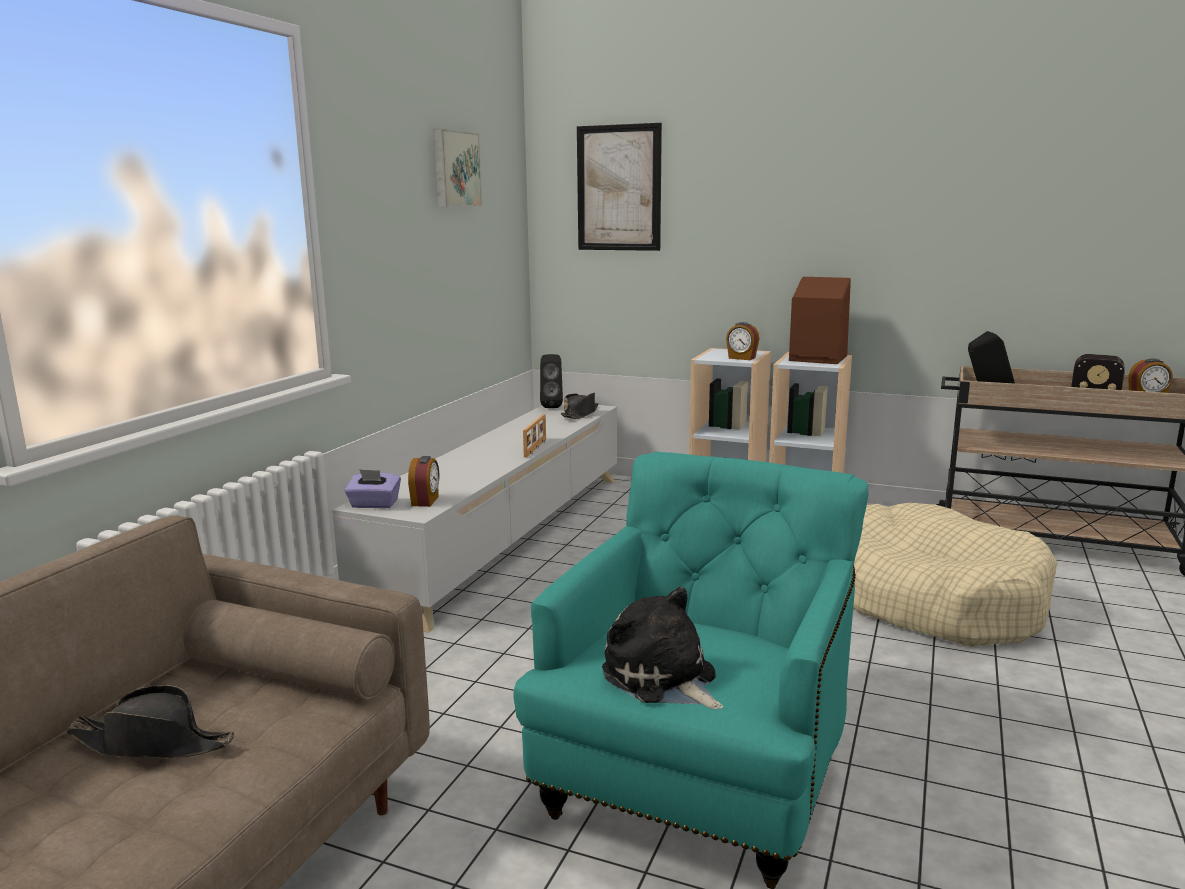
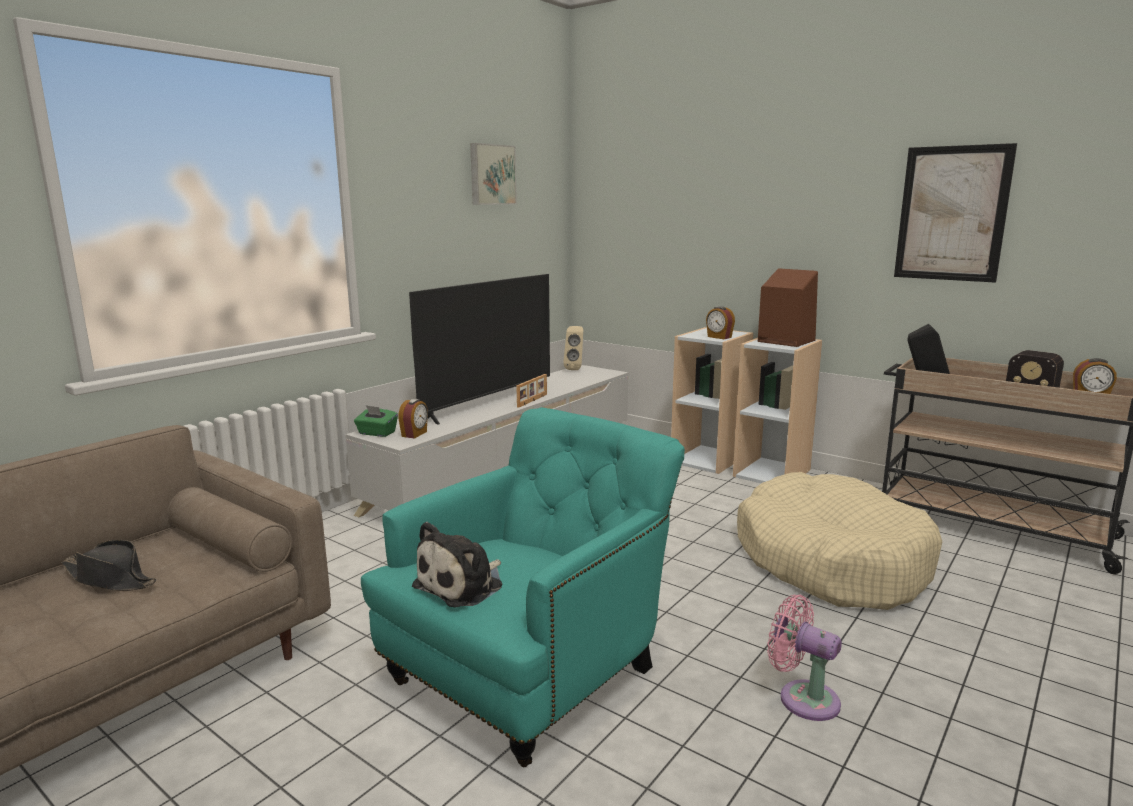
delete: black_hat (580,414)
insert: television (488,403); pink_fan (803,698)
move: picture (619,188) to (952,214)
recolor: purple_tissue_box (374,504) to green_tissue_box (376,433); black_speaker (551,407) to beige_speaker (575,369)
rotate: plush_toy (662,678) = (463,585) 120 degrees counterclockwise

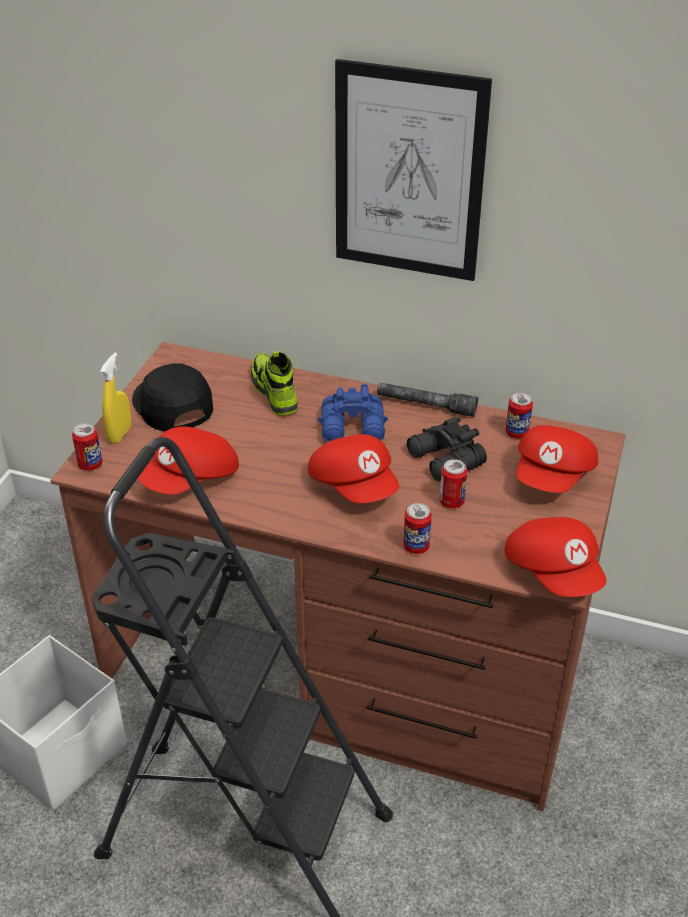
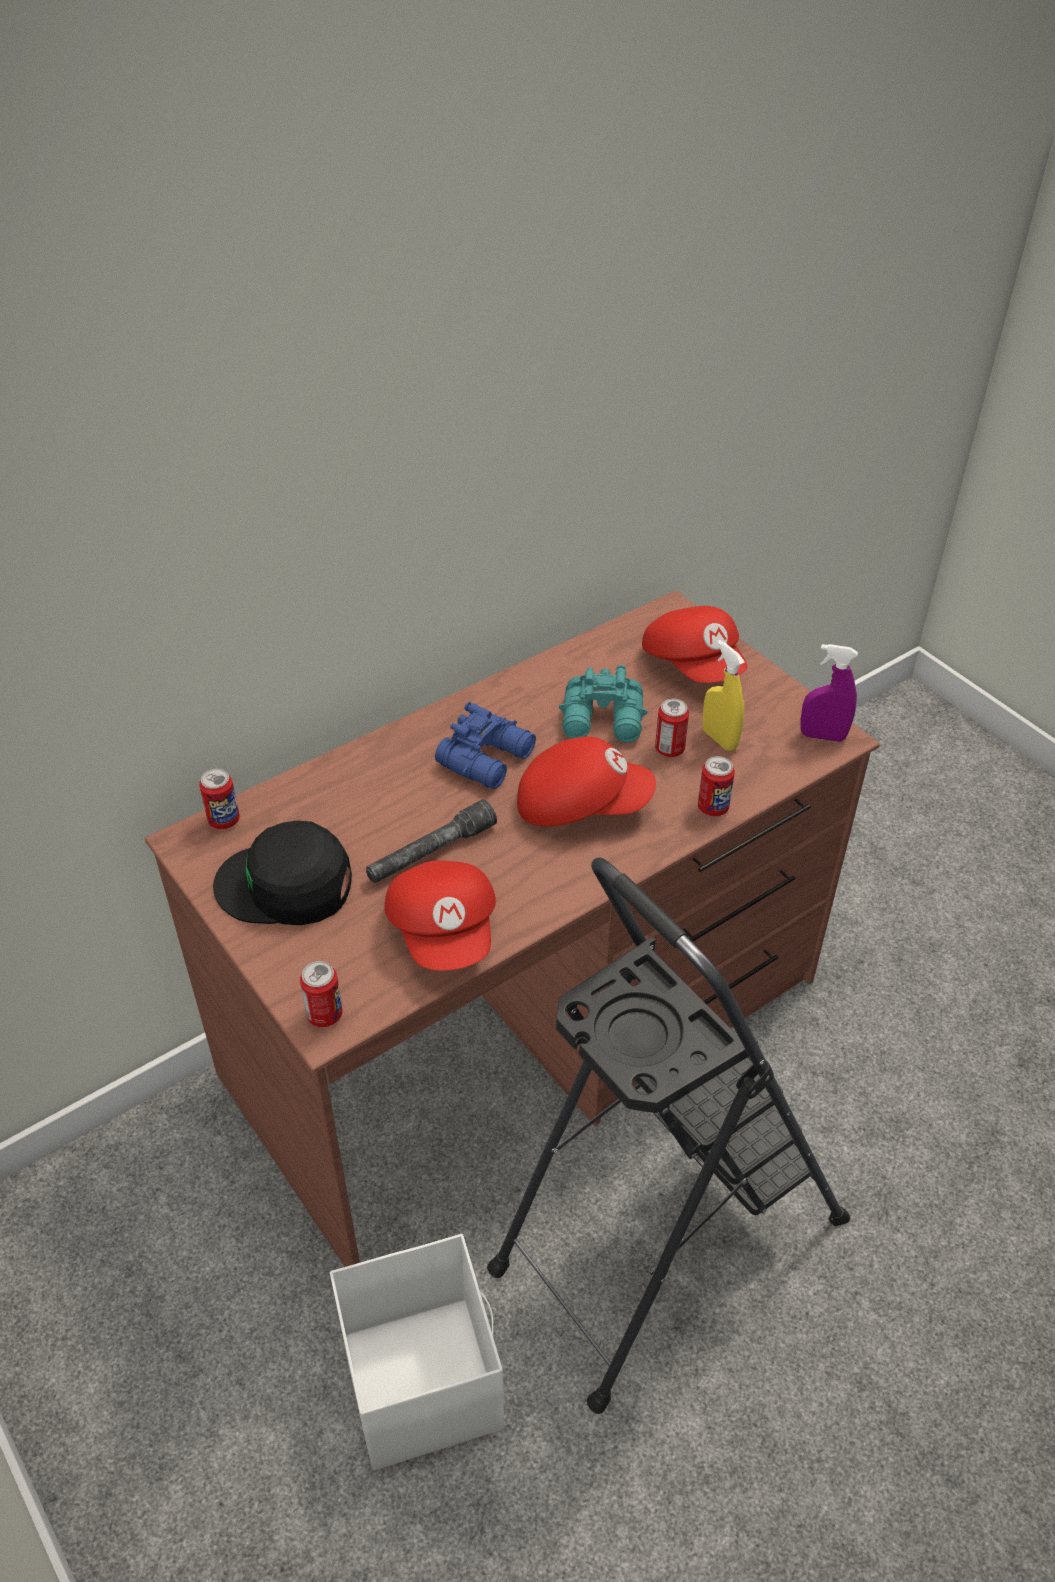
delete: shoe (274,392); picture (409,173)
move: yellow_spray_bottle (120,434) to (719,739); grey_flashlight (426,405) to (431,852); can (516,433) to (224,820)
replace: red_cap (554,572) to purple_spray_bottle (822,736)
recolor: black_binoculars (444,461) to turquoise_binoculars (604,721)

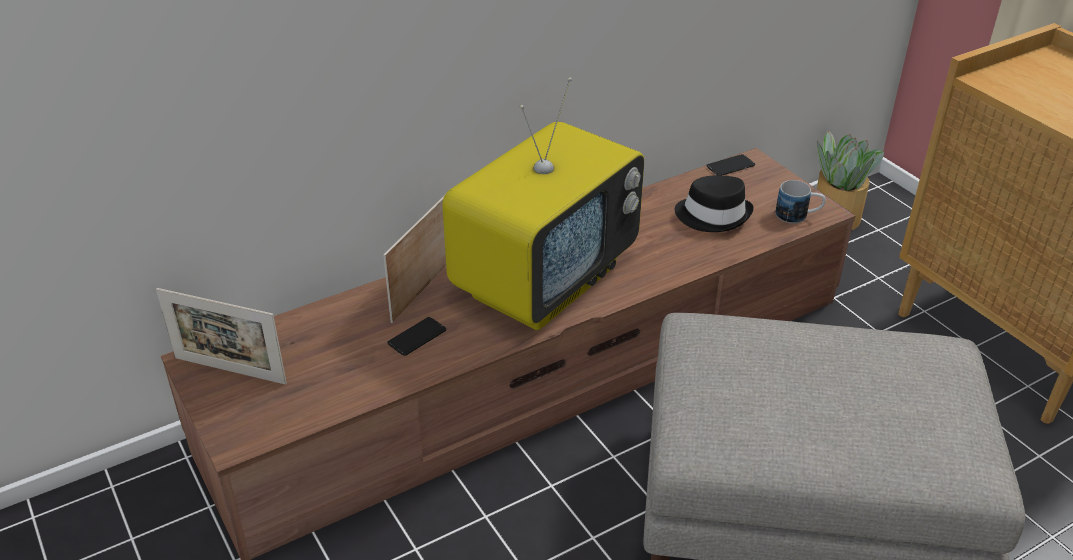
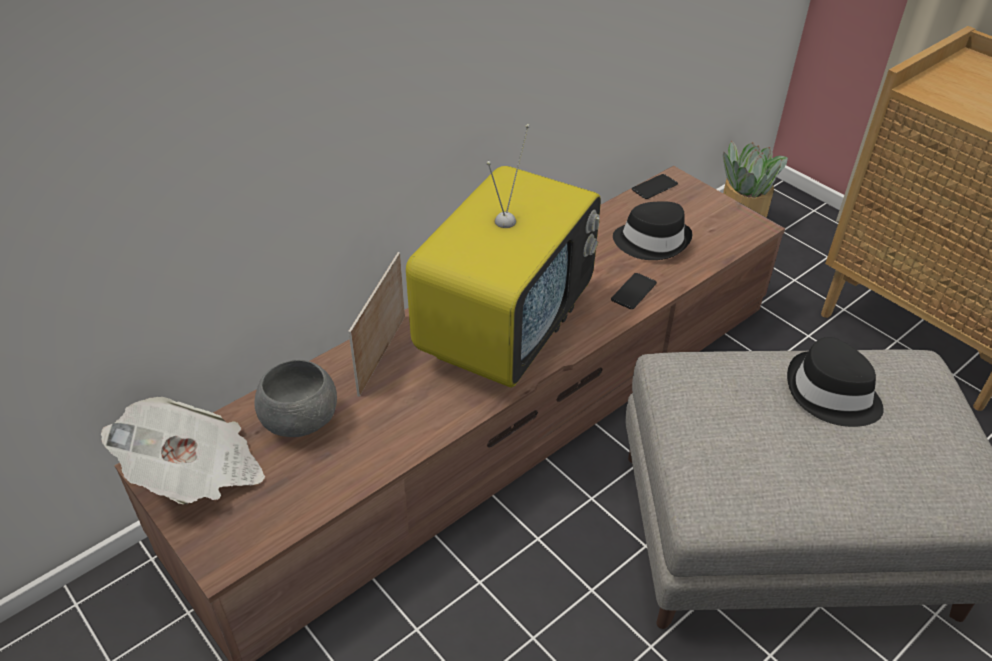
delete: mug (798,216)
insert: grey_bowl (301,423); black_hat (831,394)
move: phone (417,337) to (633,292)
replace: picture_frame (230,370) to newspaper (196,474)

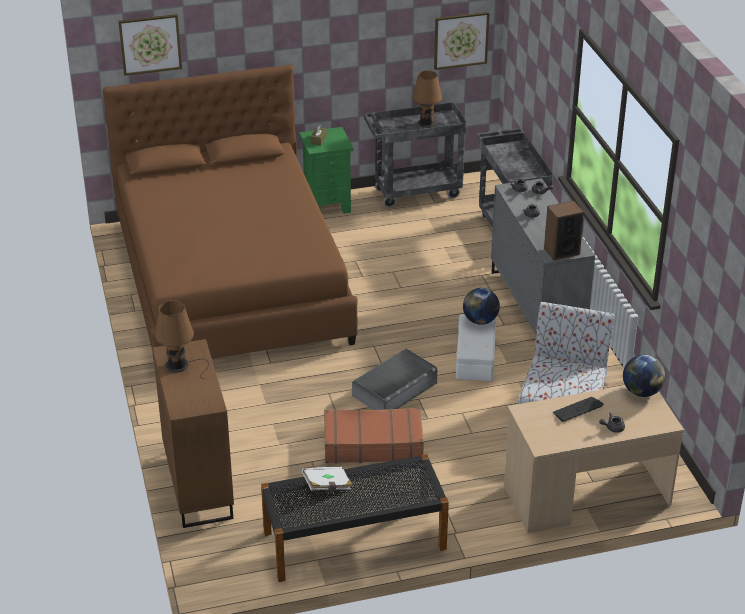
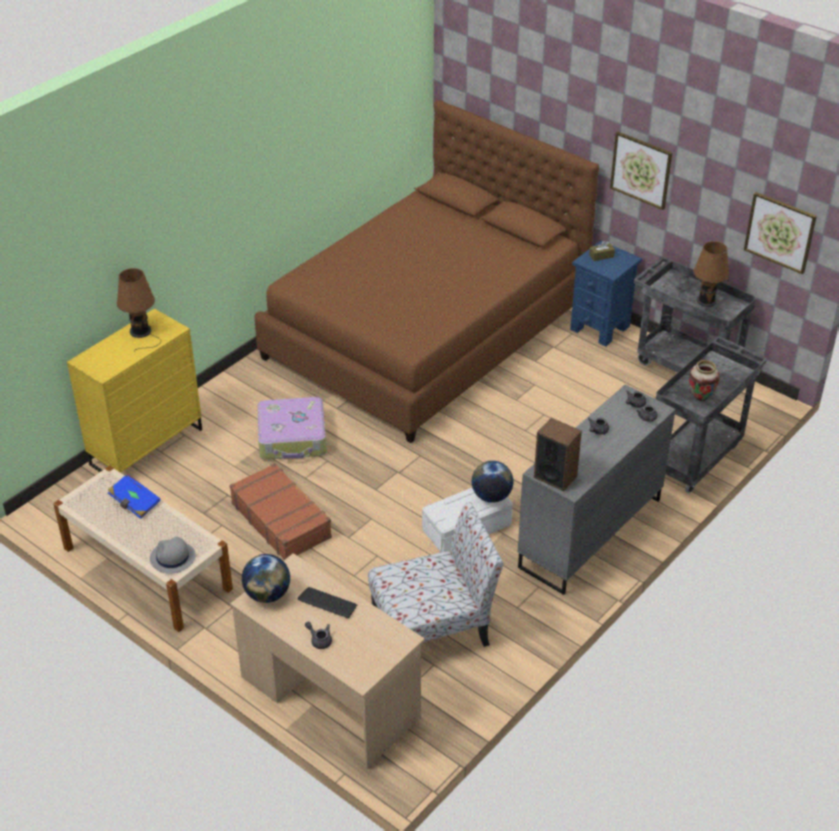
delete: grey_storage_box (395,389)
insert: grey_hat (172,558); suitcase (293,438); vase (700,398)
move: picture (150,44) to (641,170); globe (641,392) to (267,594)
recolor: brown_dresser (197,484) to yellow_dresser (146,446); black_bench (354,541) to beige_bench (146,569); green_nightstand (328,205) to blue_nightstand (600,328); white_book (327,486) to blue_book (134,503)

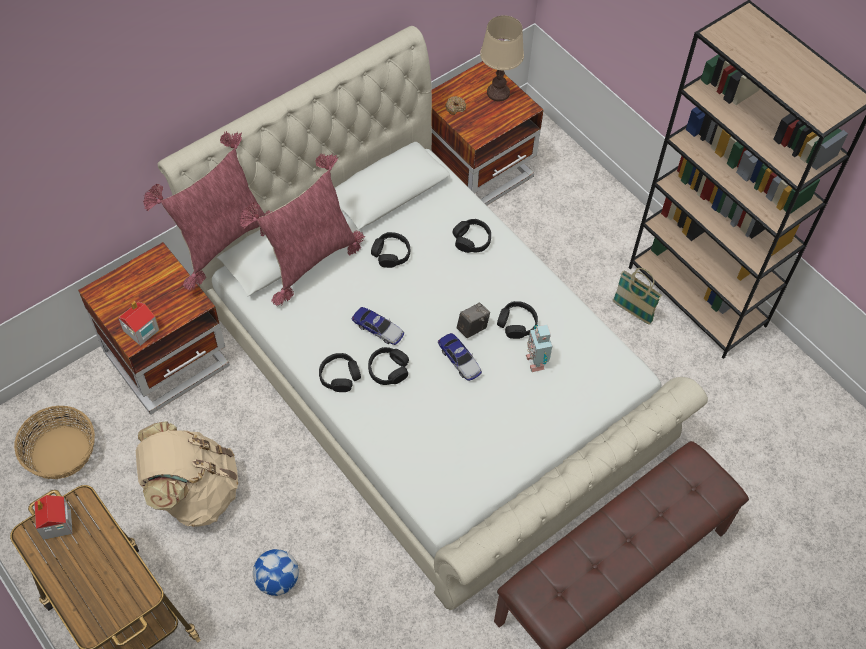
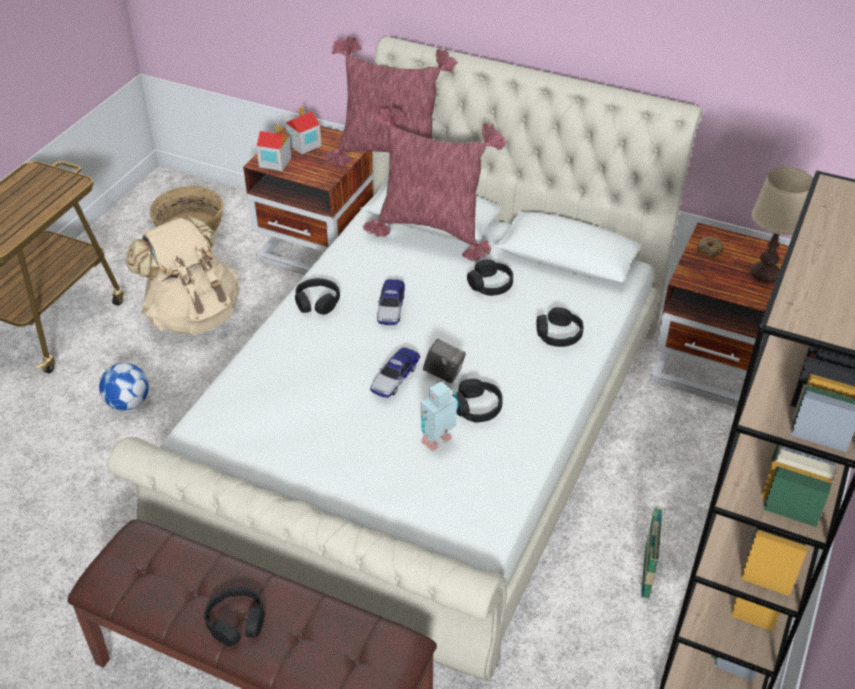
move: toy_house (57,524) to (304,145); black_headphones (388,370) to (236,621)

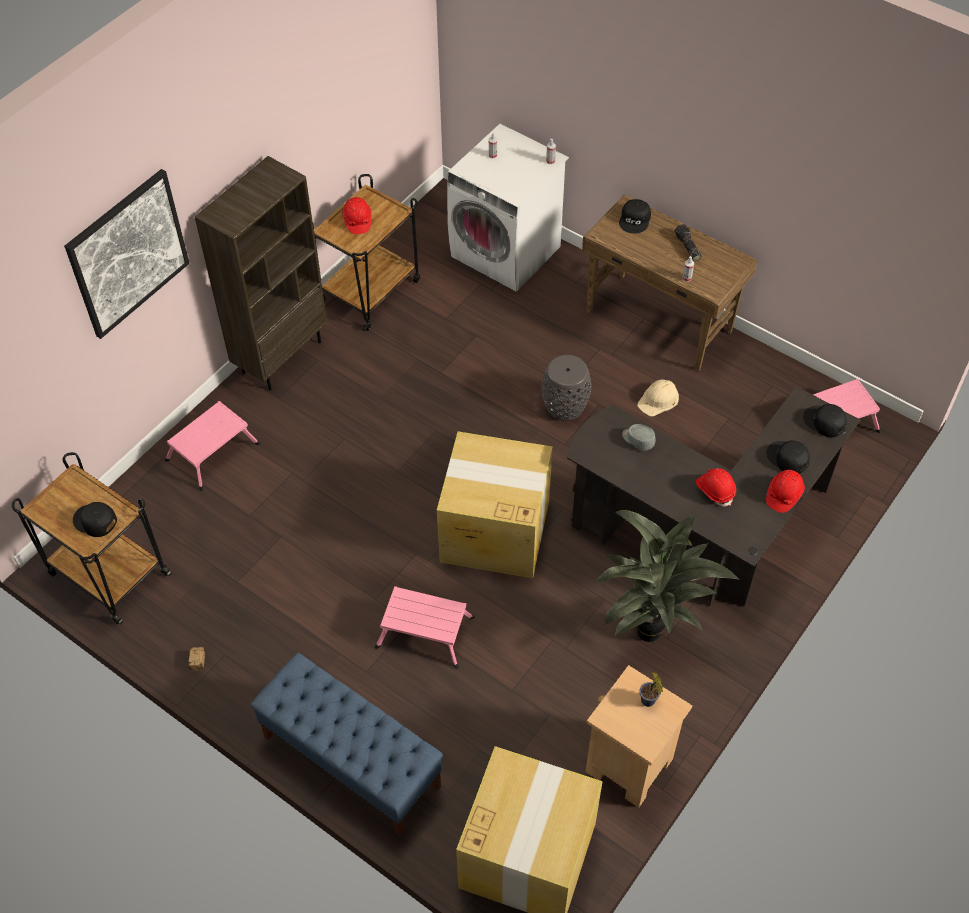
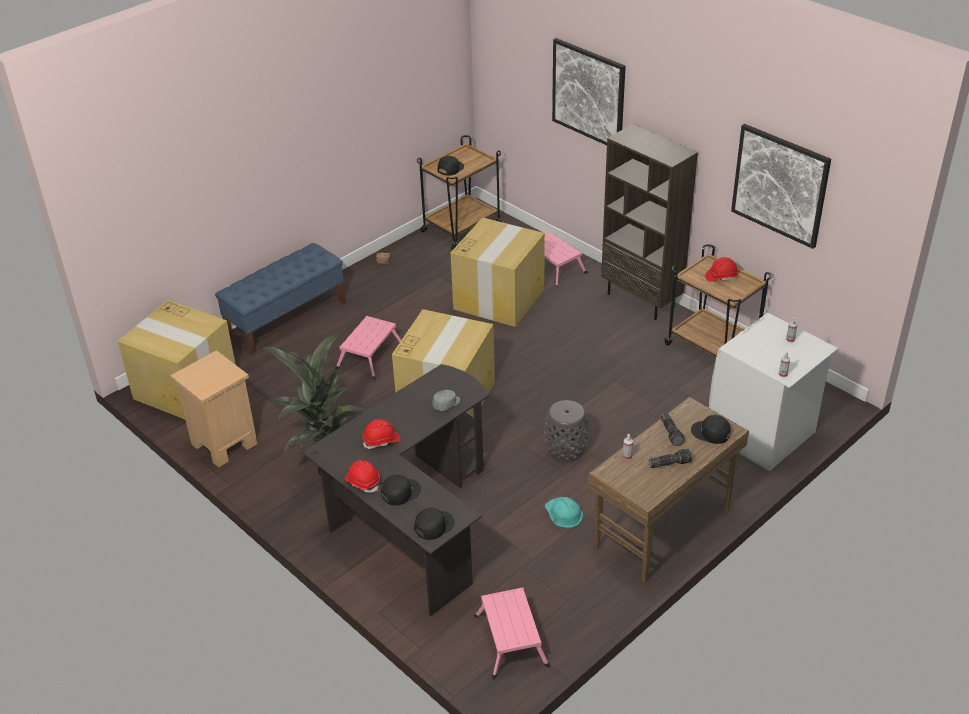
delete: potted_plant (649,702)
insert: cardboard_box (499,298); flashlight (672,433); picture (780,185)
recolor: beige_hard_hat (658,399) to turquoise_hard_hat (563,513)

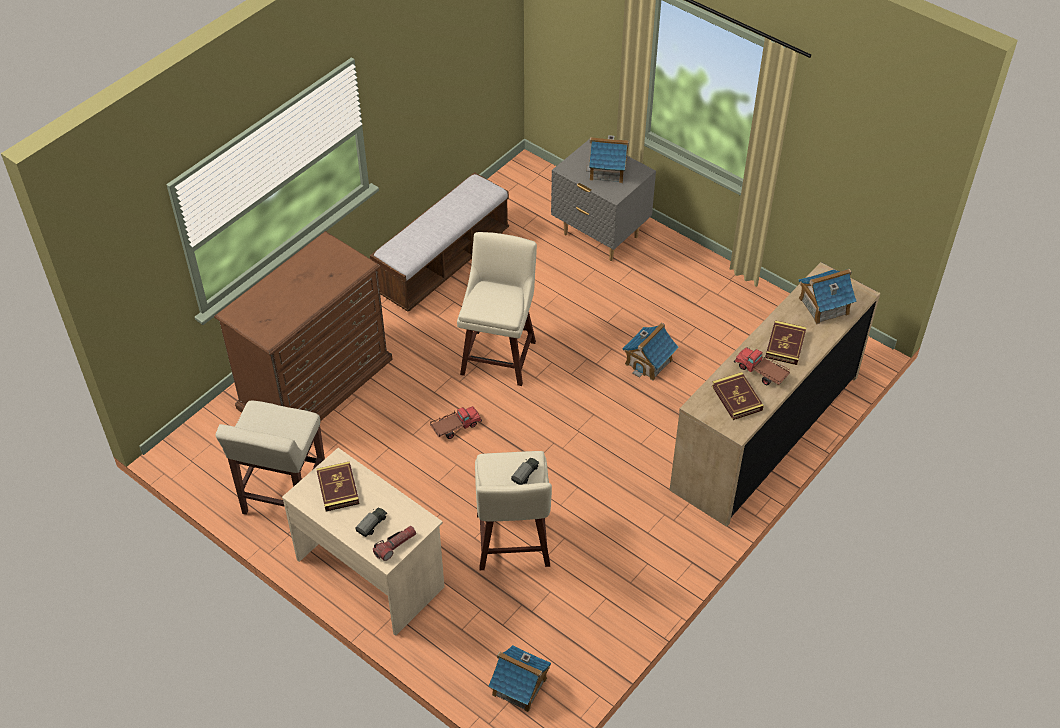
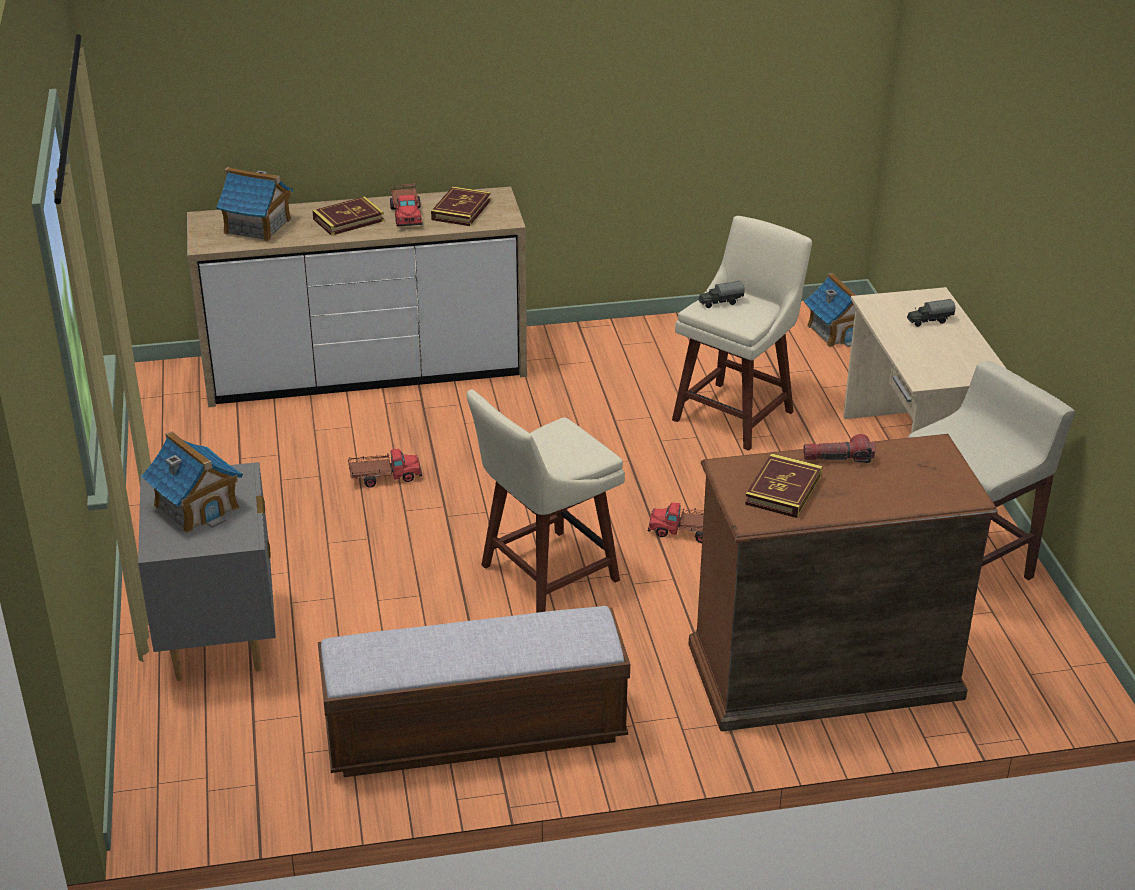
move: book (338,488) to (783,490); flashlight (395,546) to (838,458)
replace: toy_house (649,362) to toy_truck (384,477)

